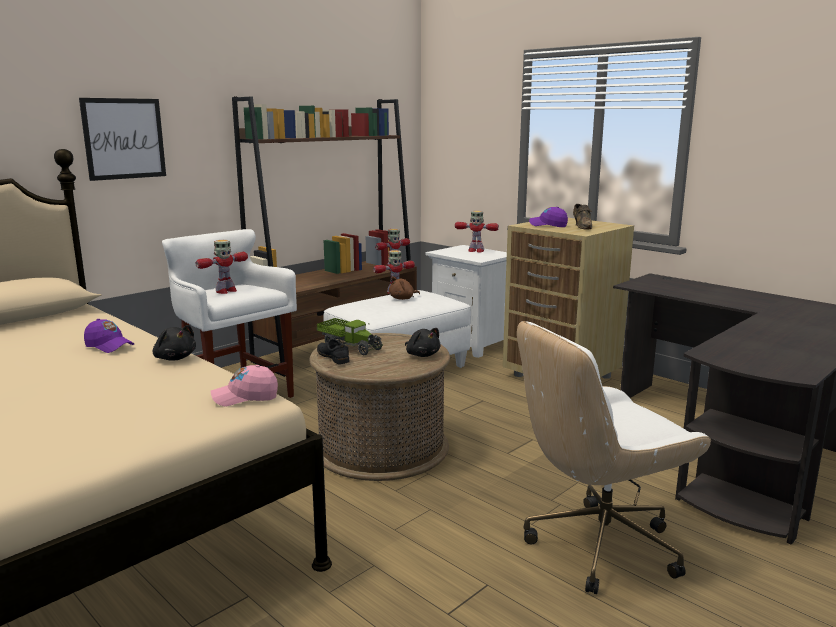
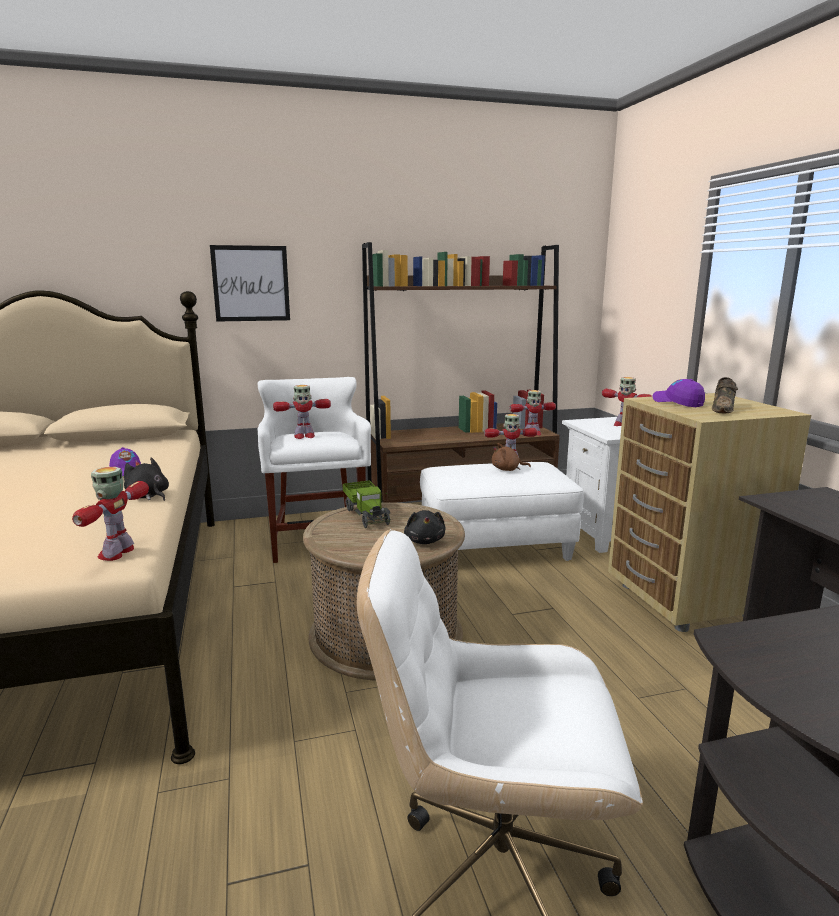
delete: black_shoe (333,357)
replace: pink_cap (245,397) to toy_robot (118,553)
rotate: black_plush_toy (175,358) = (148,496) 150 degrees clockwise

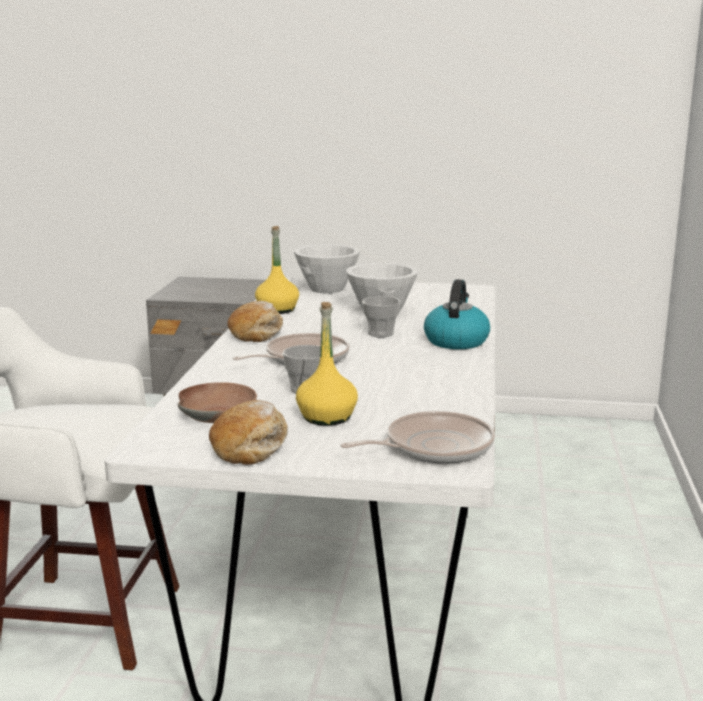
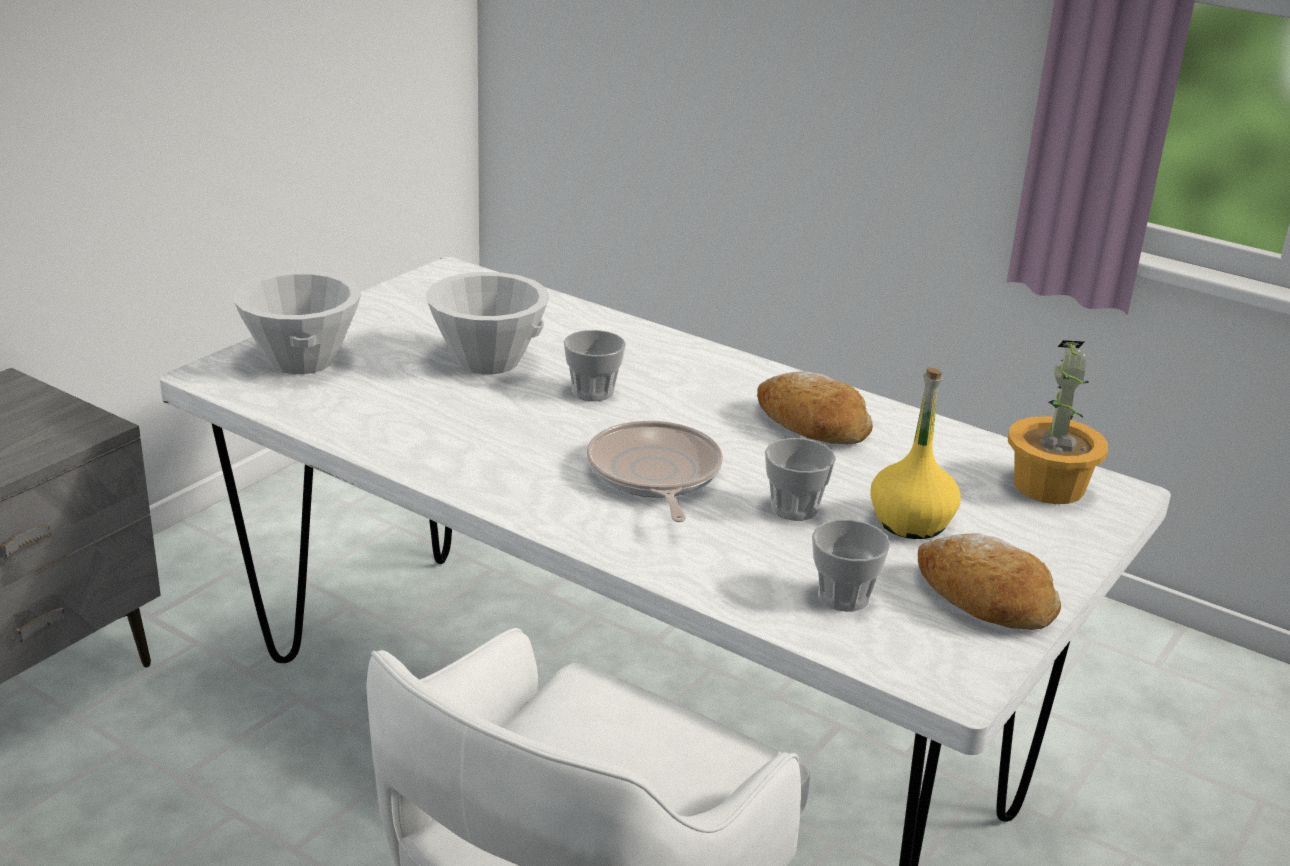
delete: yellow_bottle (277,310); kettle (456,341)
move: bread (257,332) to (811,425)
replace: brown_bowl (217,413) to cup (843,596); frying_pan (433,447) to potted_plant (1049,487)

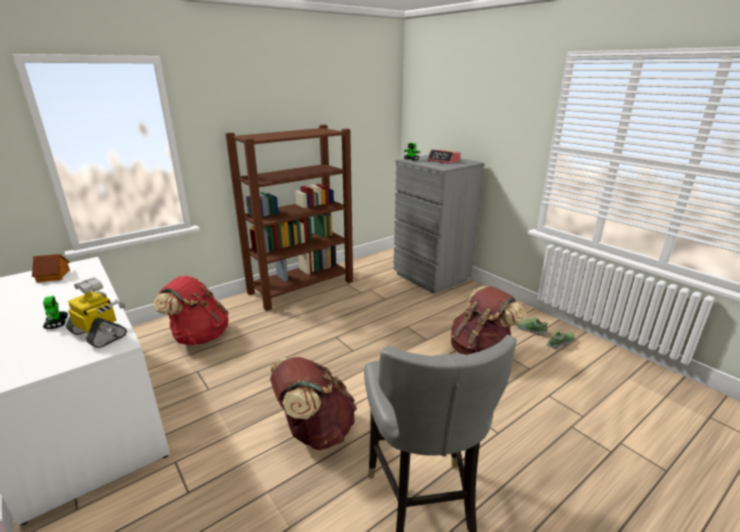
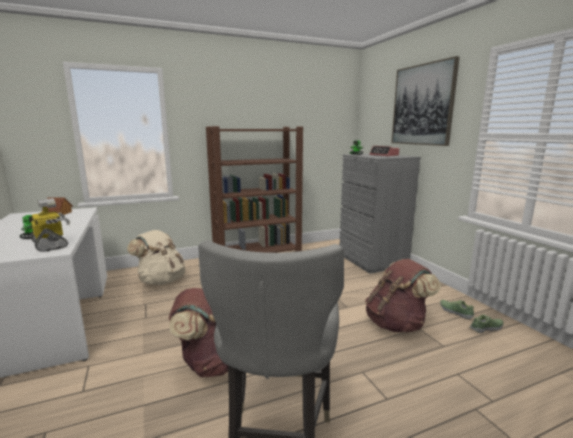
insert: picture (422,105)
recolor: red_backpack (199,336) to beige_backpack (161,281)

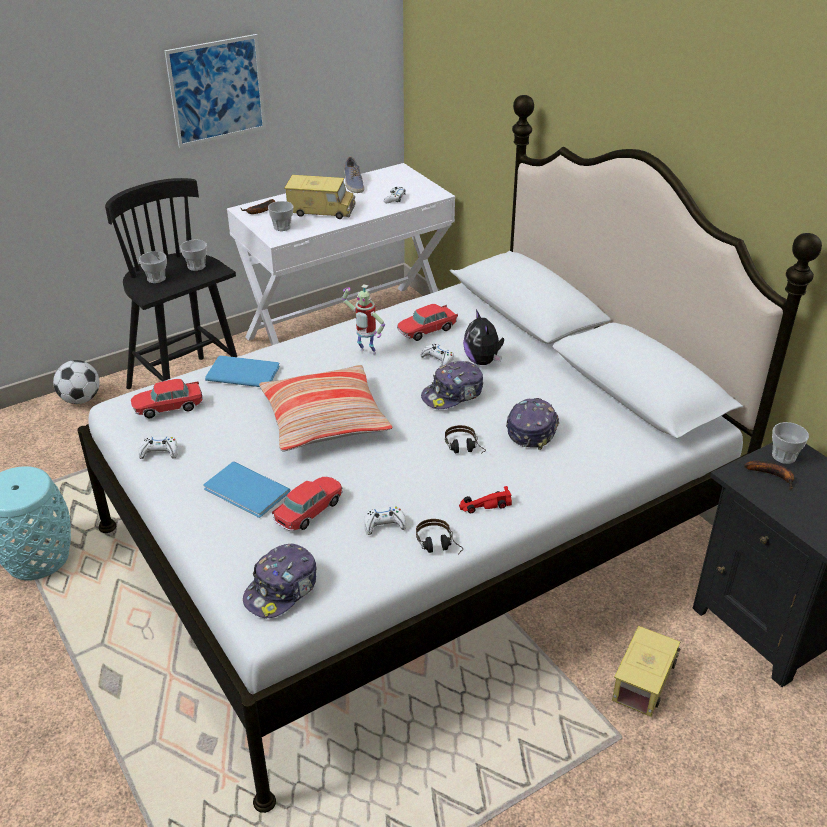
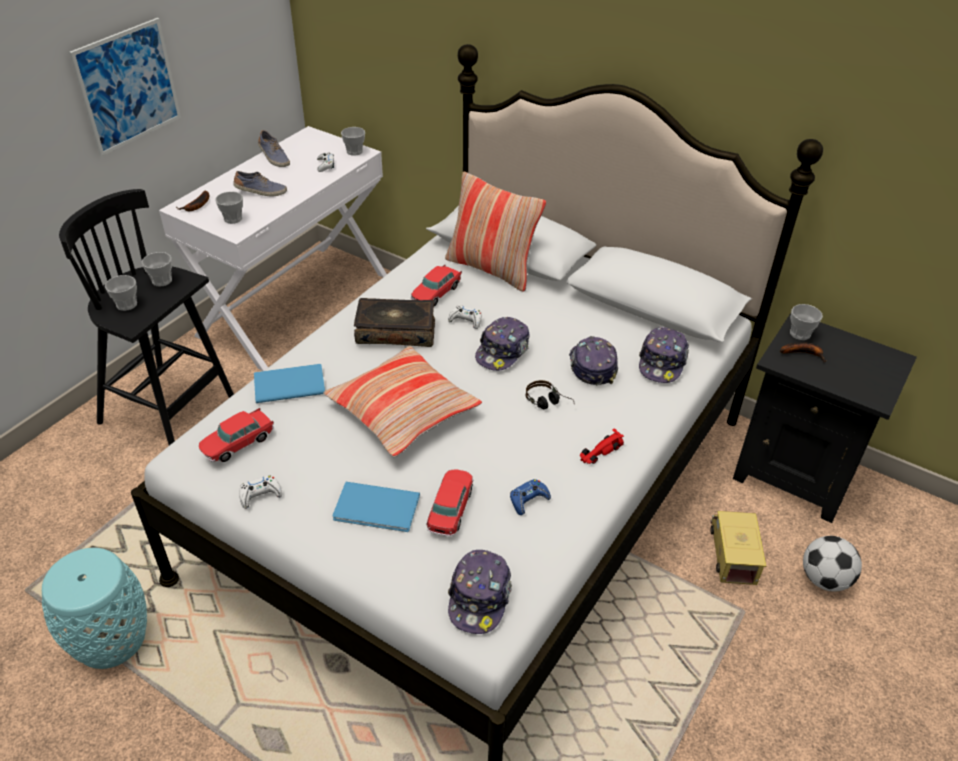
delete: headphones (439,547); plush_toy (483,361)
insert: cup (354,151); pillow (492,269); cap (662,362)
move: football (81,399) to (824,579)
replace: toy_truck (321,210) to shoe (261,192); toy_robot (366,353) to book (396,331)
recolor: white_game_controller (384,525) to blue_game_controller (528,500)

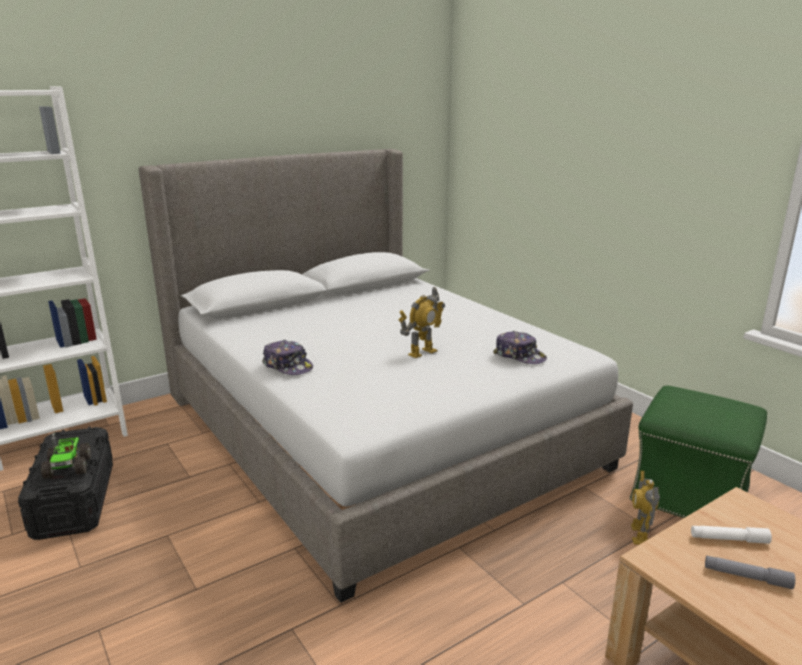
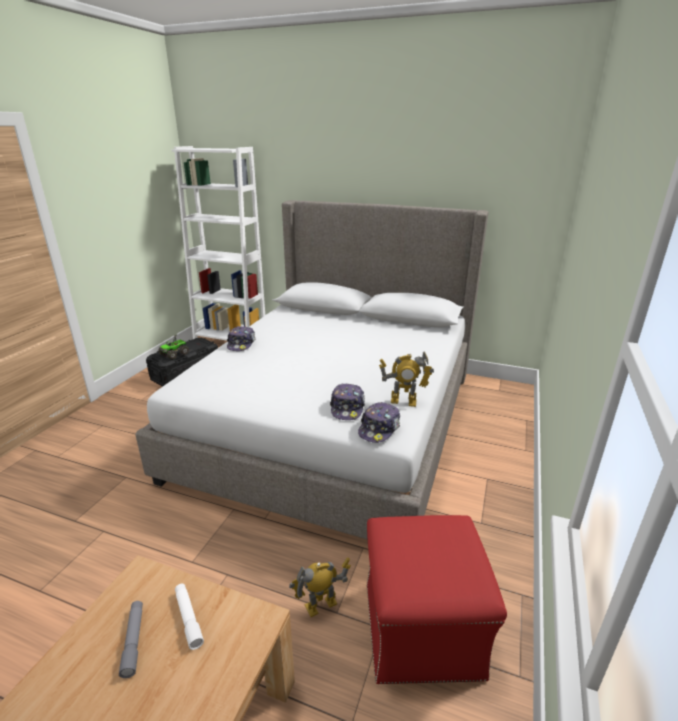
insert: cap (379,429)
move: toy_robot (422,352) to (403,402)
recolor: green_ottoman (688,493) to red_ottoman (421,627)

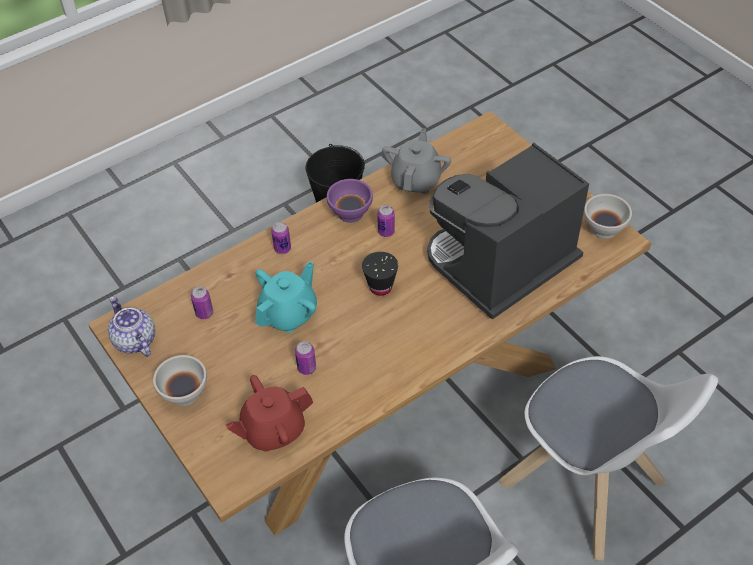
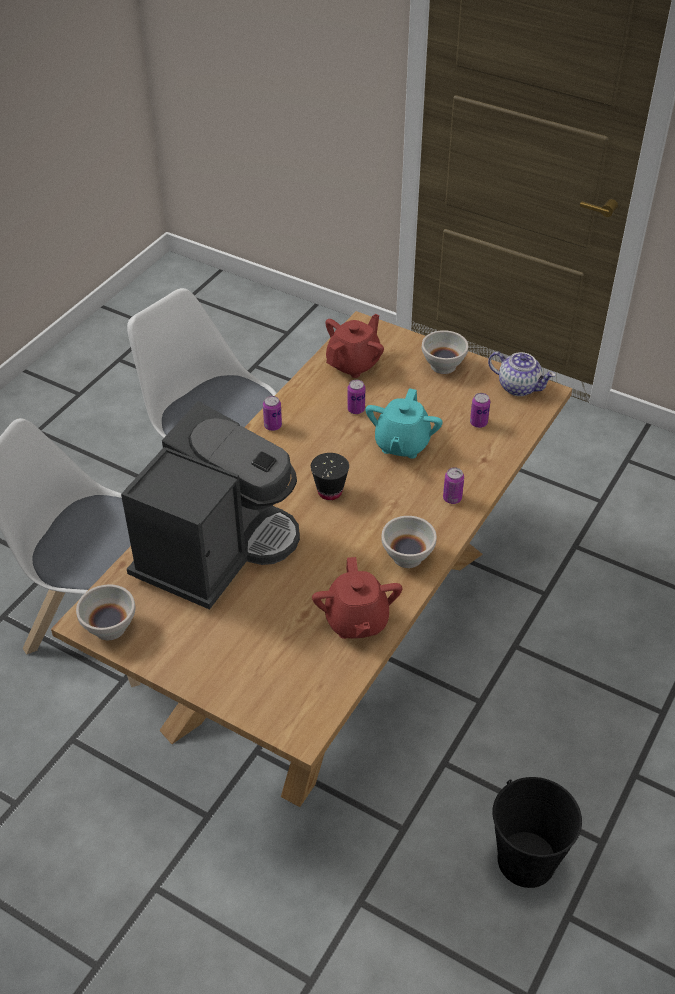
move: can (386,232) to (273,426)
recolor: purple_bowl (350,214) to white_bowl (407,556); grey_teapot (416,180) to red_teapot (356,621)

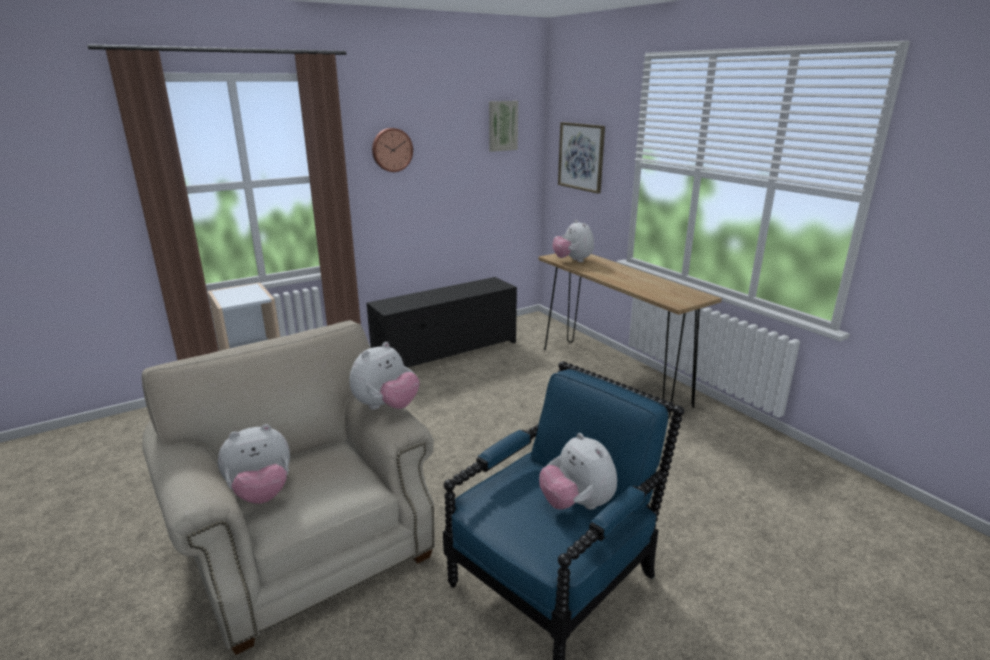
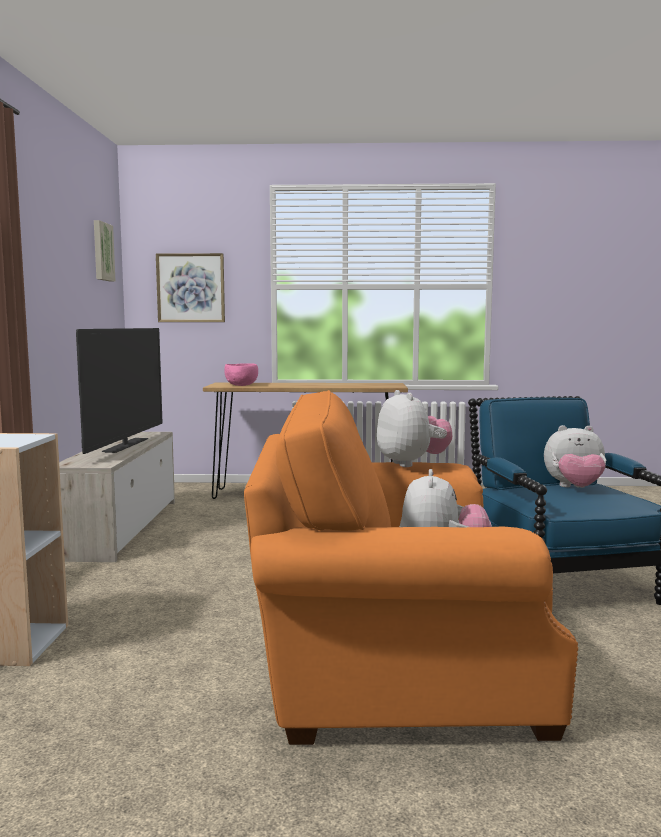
delete: wall_clock (391,150)
insert: television (126,445)
replace: plush_toy (572,260) to pink_bowl (241,385)
recolor: beige_armchair (305,540) to orange_armchair (392,667); black_tv_stand (446,351) to white_tv_stand (122,528)

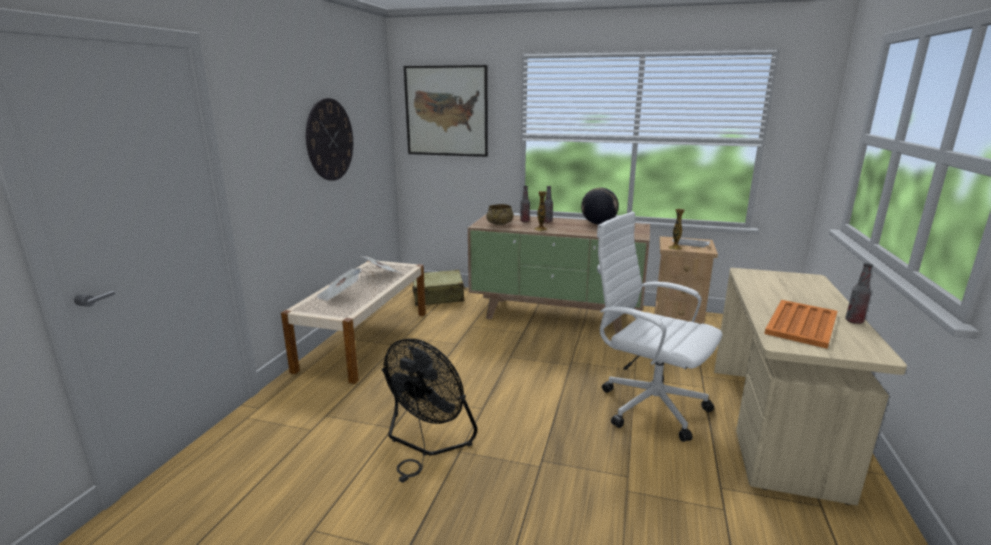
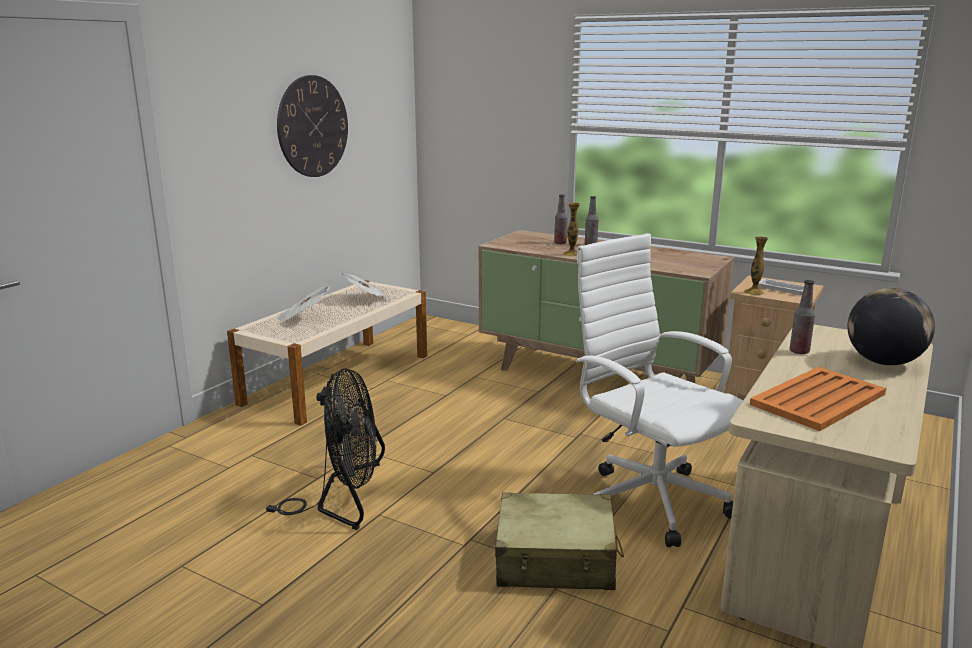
delete: picture (446,111); beige_bowl (500,224)
move: beige_suitcase (438,297) to (556,560); globe (598,223) to (883,362); bottle (854,321) to (799,351)
rotate: black_fan (421,441) = (342,496) 45 degrees clockwise

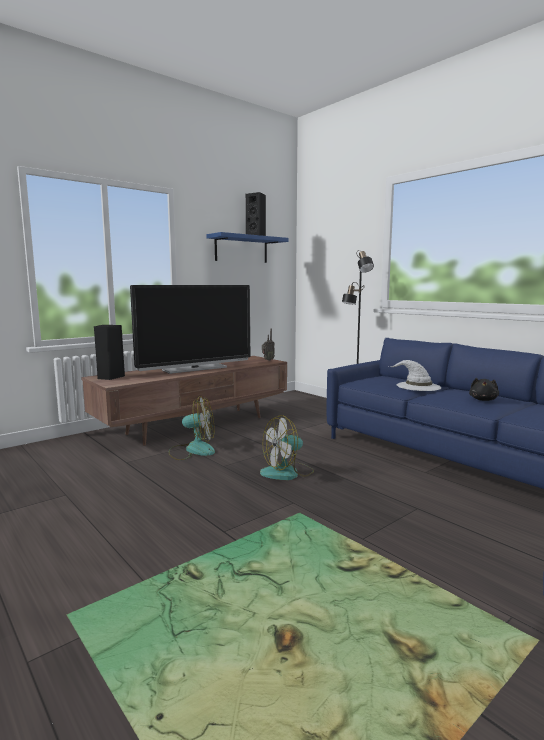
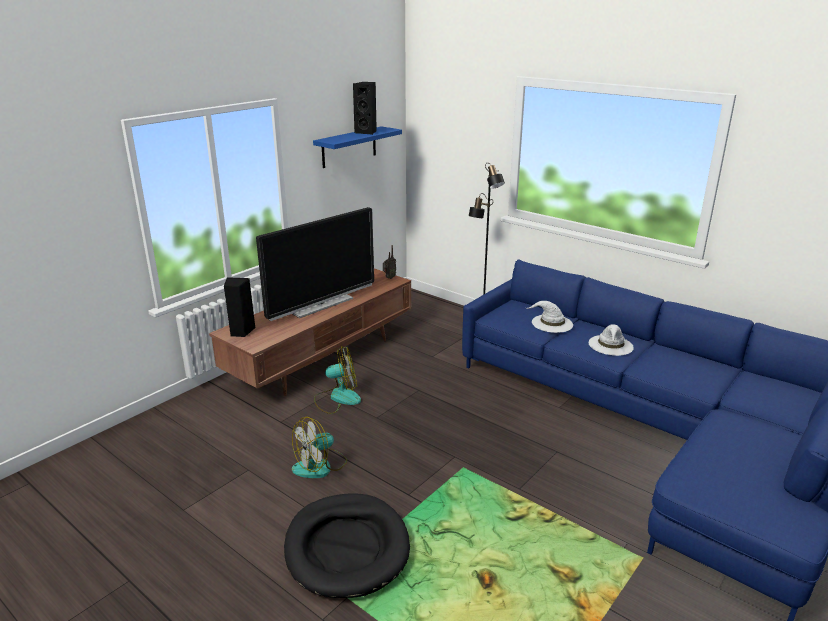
insert: black_dog_bed (347,548)
move: fan (287,472) to (320,466)
replace: black_plush_toy (483,400) to white_hat (611,345)

